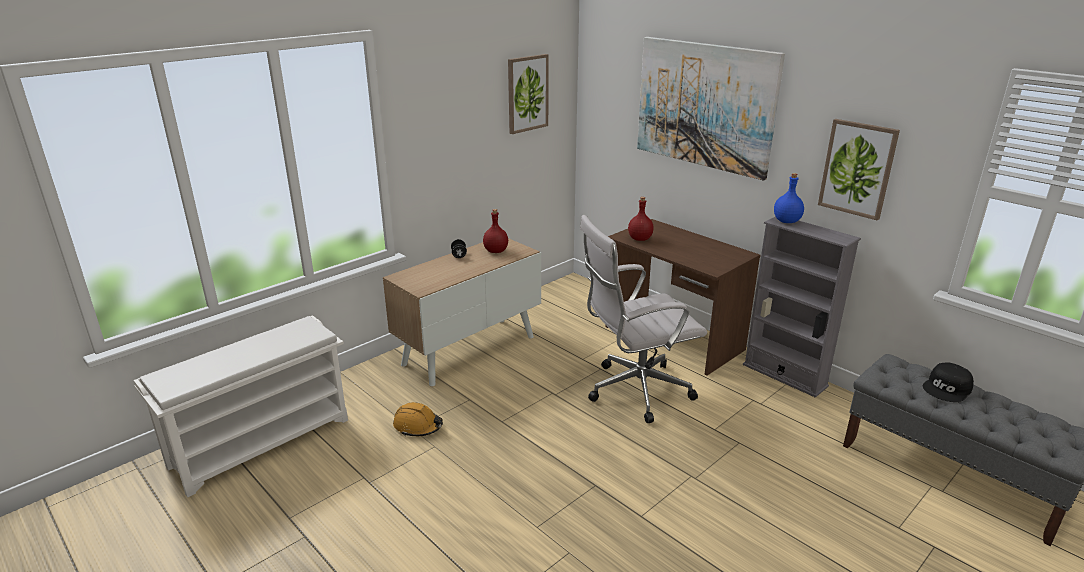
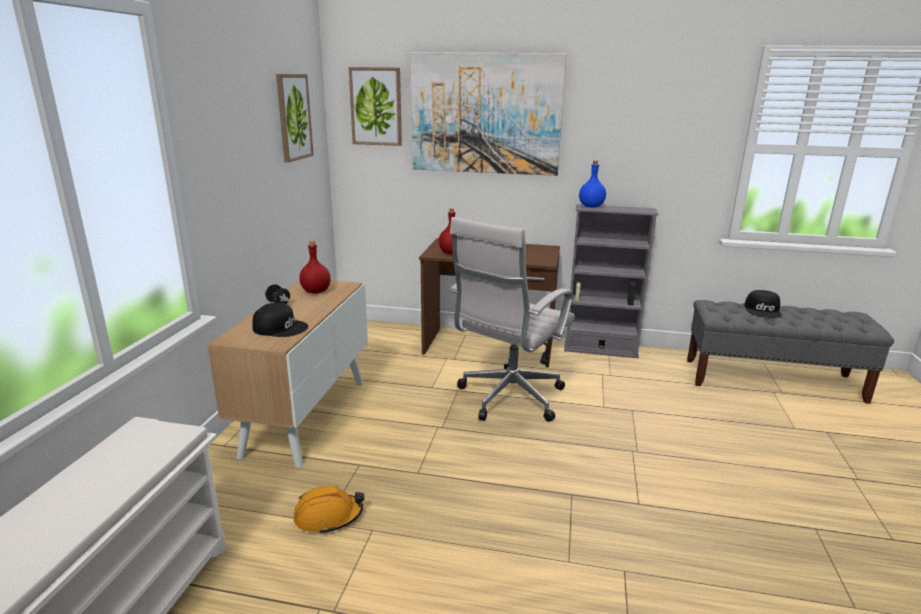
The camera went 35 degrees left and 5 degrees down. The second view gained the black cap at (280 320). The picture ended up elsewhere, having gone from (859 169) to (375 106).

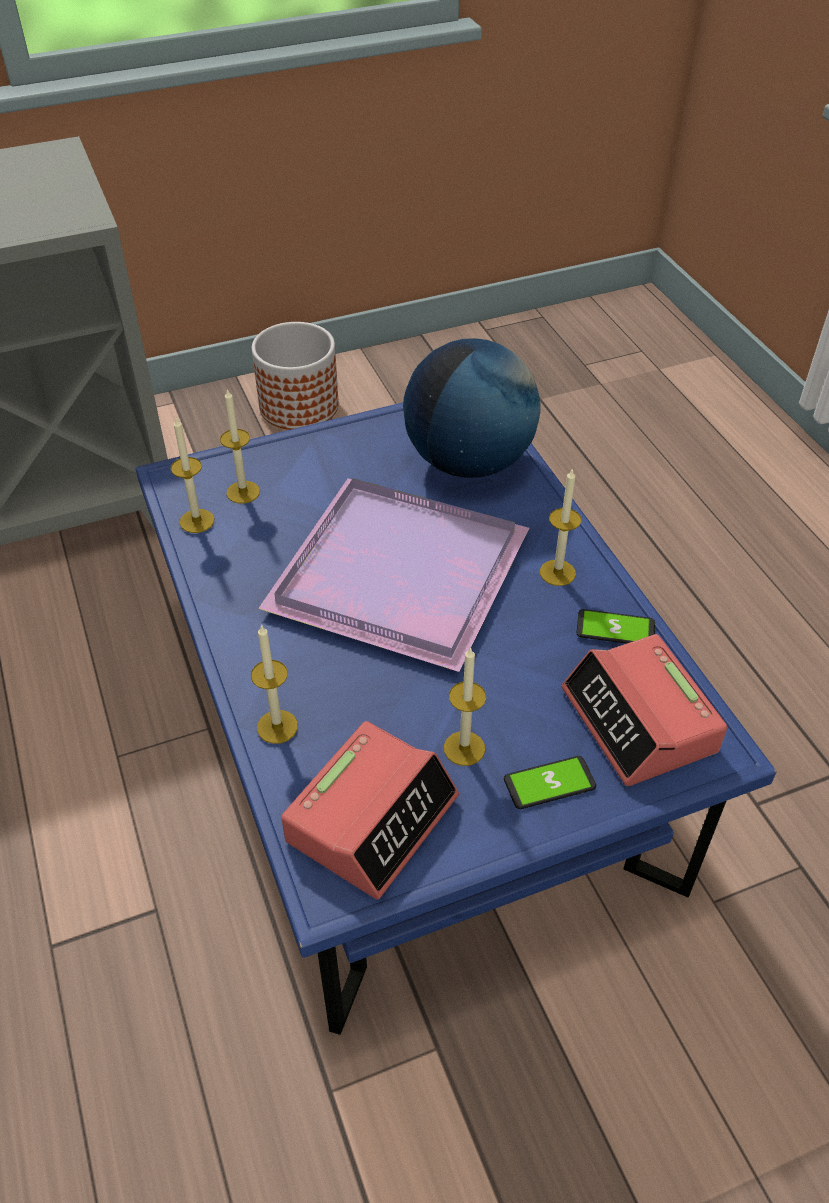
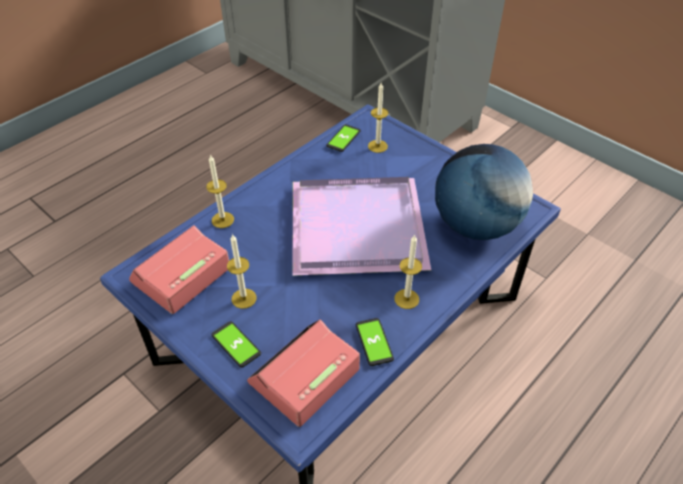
The camera went 65 degrees right and 0 degrees up. The second view lost the planter at (295 376). Where the candle stood at (193 475), the phone came to stand at (343 138). The alarm clock at (370 810) ended up facing another way, 120 degrees clockwise from before.

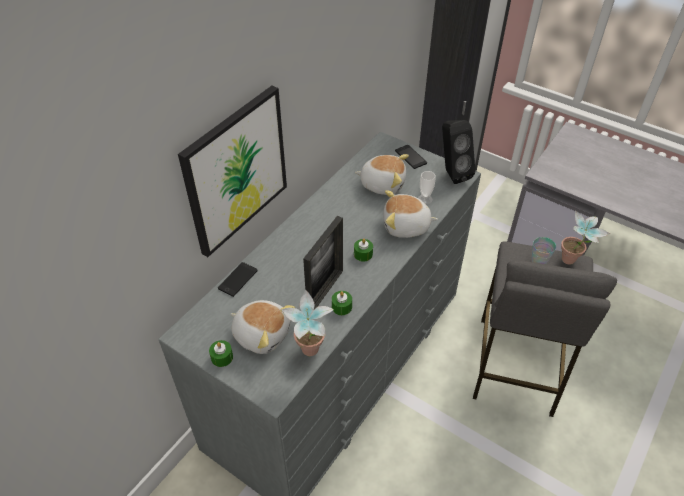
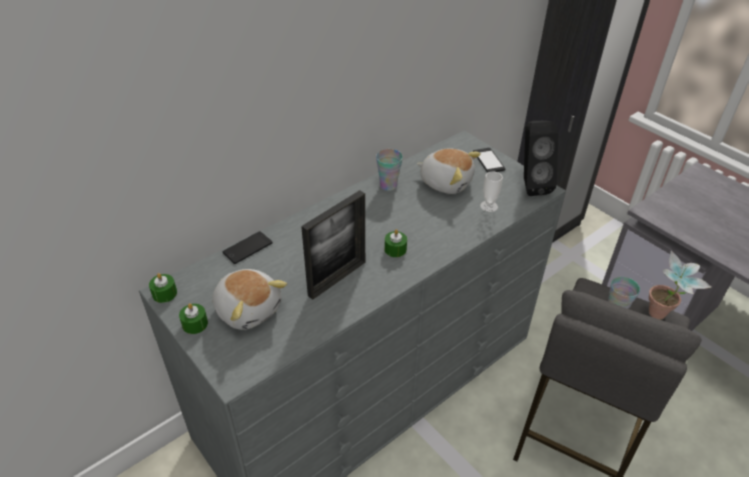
The camera went 15 degrees right and 5 degrees down. The second view lost the picture at (232 171). The second view lost the potted plant at (307 322). The second view lost the plush toy at (410 214). The second view gained the cup at (389 170). The green candle ended up elsewhere, having gone from (342 303) to (163 288).

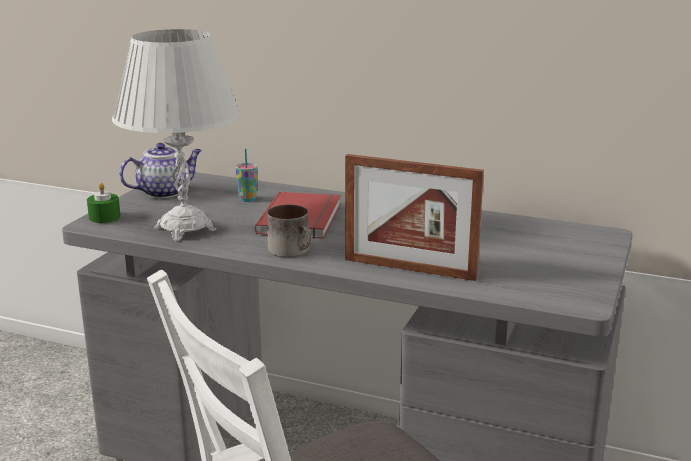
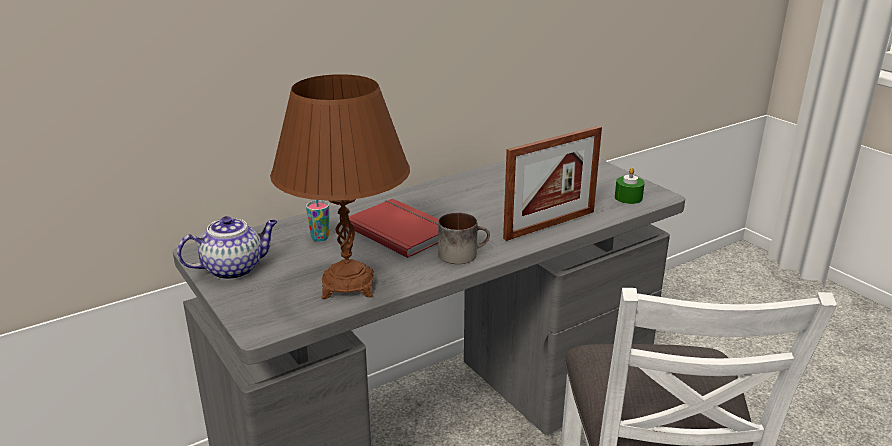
The camera went 55 degrees left and 5 degrees up. The green candle ended up elsewhere, having gone from (104 202) to (630 186). What was the white table lamp at (176 135) turned into the brown table lamp at (340 186). The teapot at (160 170) ended up facing another way, 60 degrees clockwise from before.

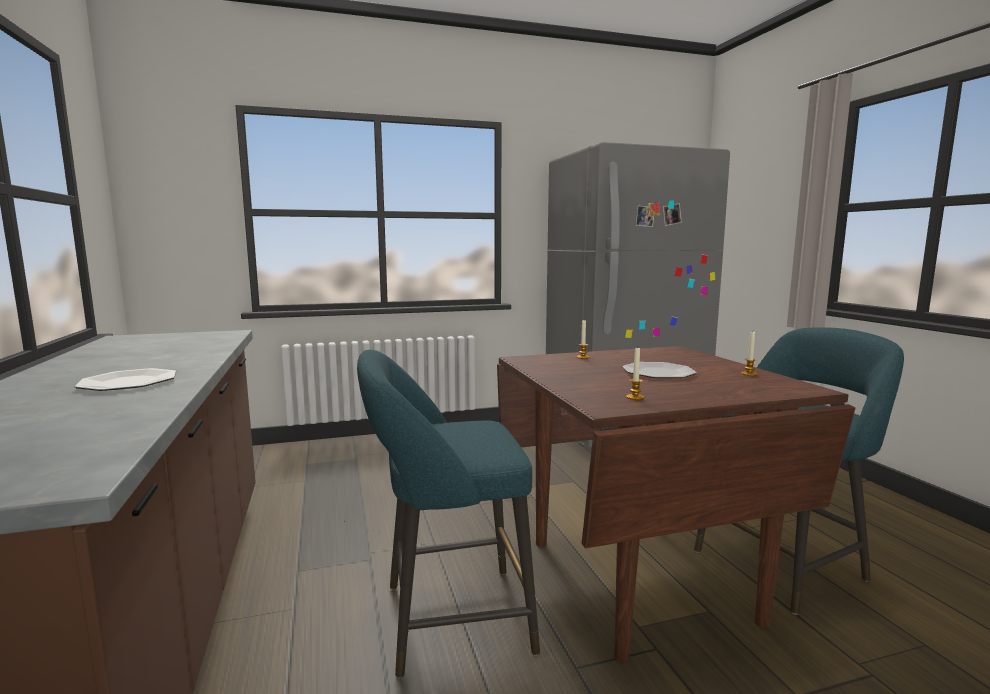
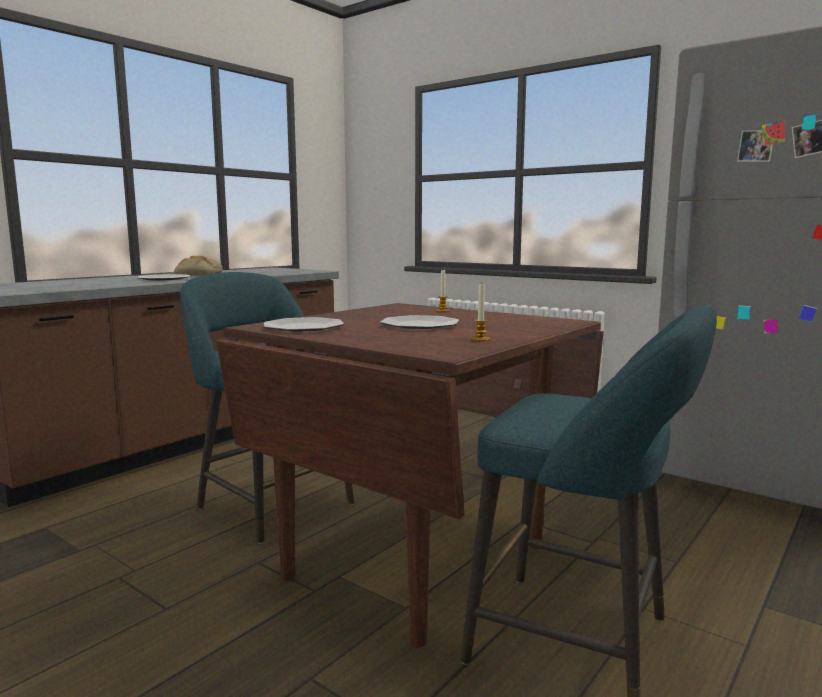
The camera went 55 degrees right and 0 degrees up. The second view gained the bread at (198 265). Where the candle stood at (635 373), the plate came to stand at (304 324).

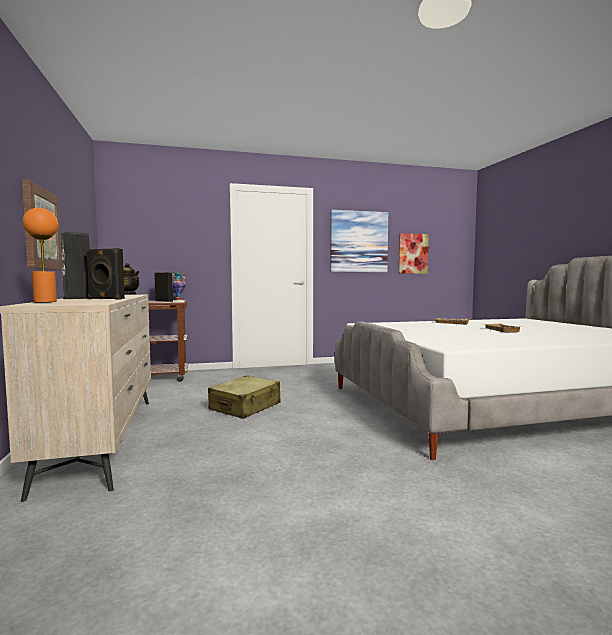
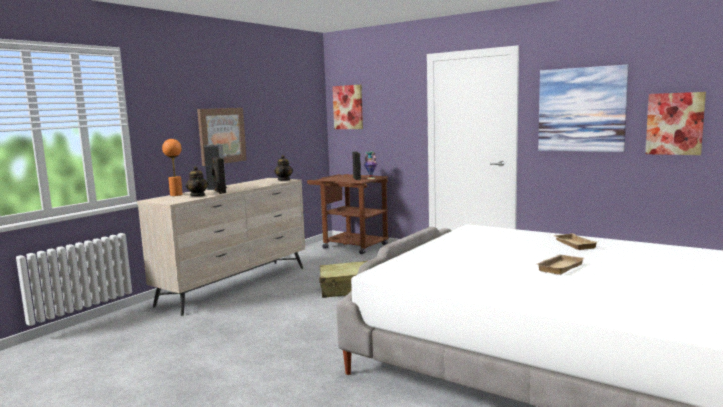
The camera went 50 degrees right and 5 degrees up. The second view gained the teapot at (197 181). The second view gained the picture at (347 107).

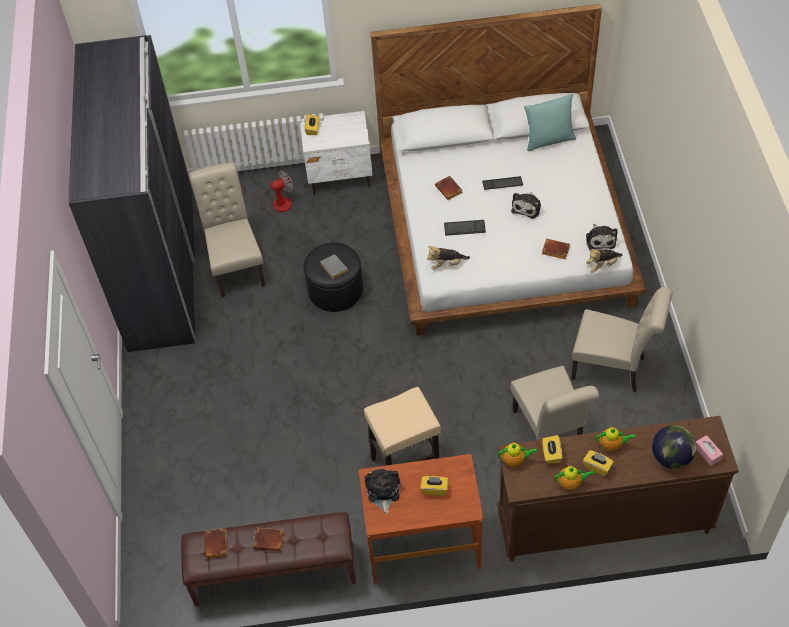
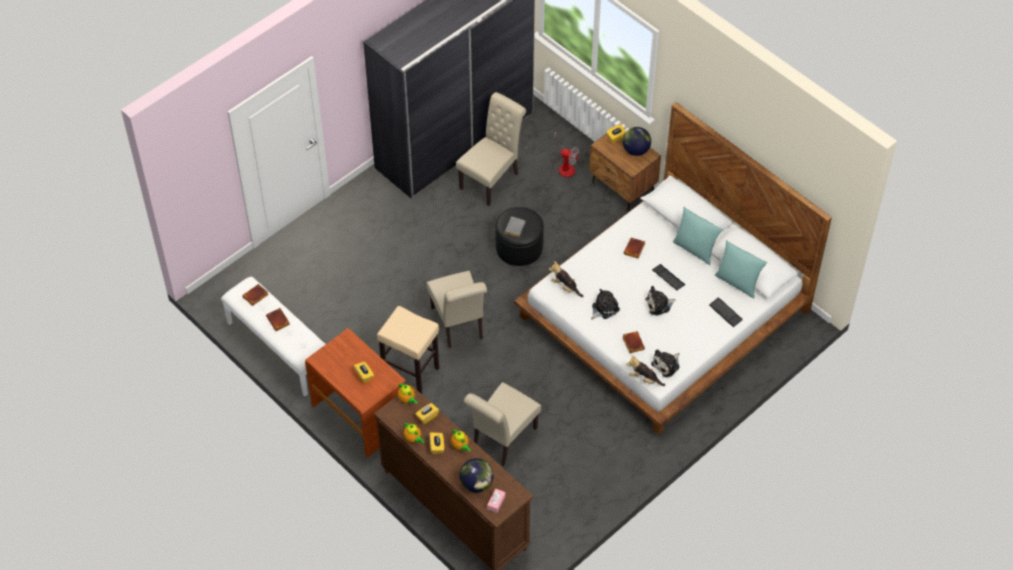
The camera went 50 degrees right and 0 degrees up. The second view gained the globe at (636 141). The second view gained the turquoise pillow at (698 236). The plush toy ended up elsewhere, having gone from (382 491) to (605 304). The keyboard ended up elsewhere, having gone from (465 228) to (726 312). The beige chair ended up elsewhere, having gone from (622 339) to (457 309). What was the brown bench at (268 559) turned into the white bench at (273 336). What was the white nightstand at (336 153) turned into the brown nightstand at (625 169).

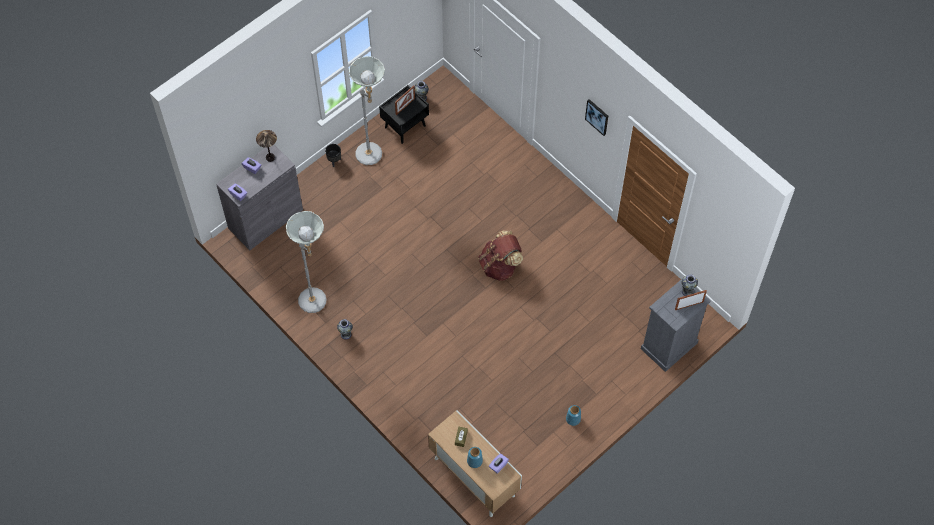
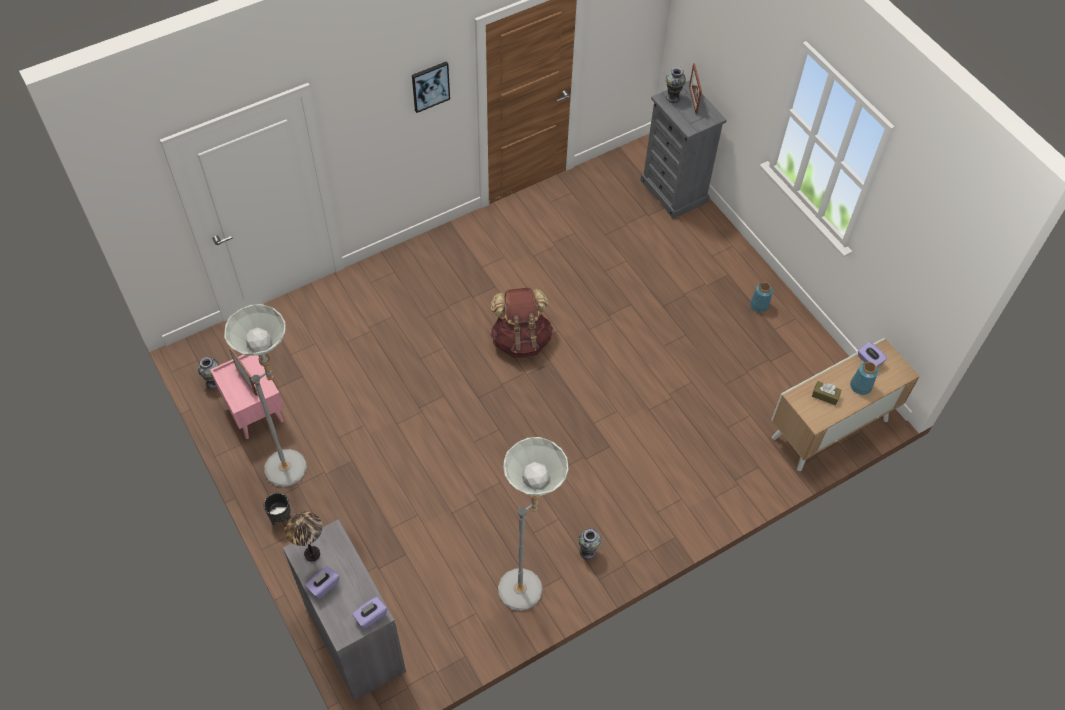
The camera went 80 degrees left and 5 degrees down. What was the black nightstand at (404 114) turned into the pink nightstand at (247 396).

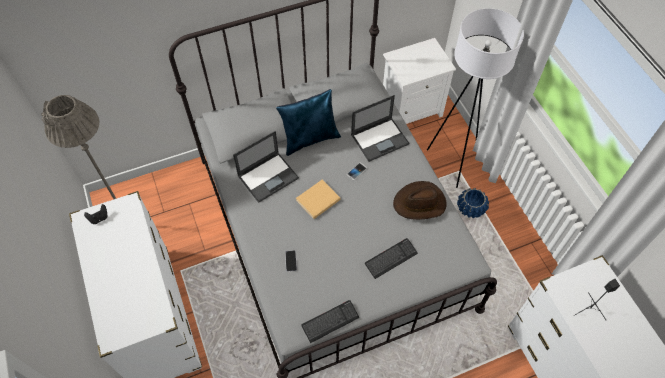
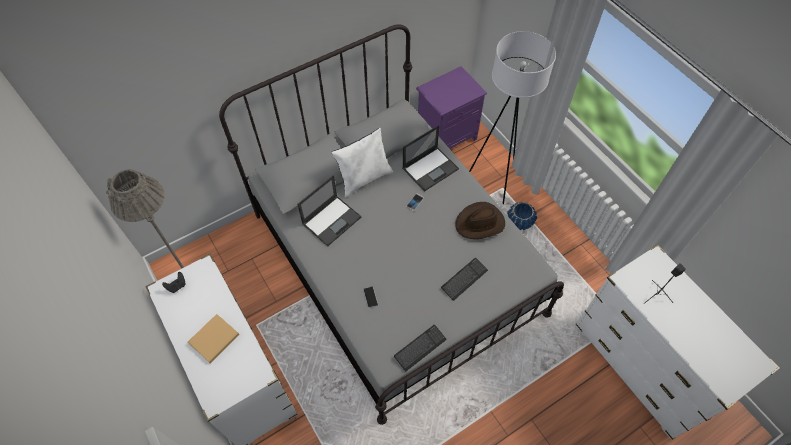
The camera went 10 degrees left and 0 degrees up. The beige book ended up elsewhere, having gone from (318 199) to (213 338). What was the blue pillow at (308 122) turned into the white pillow at (362 163). What was the white nightstand at (419 81) turned into the purple nightstand at (451 107).

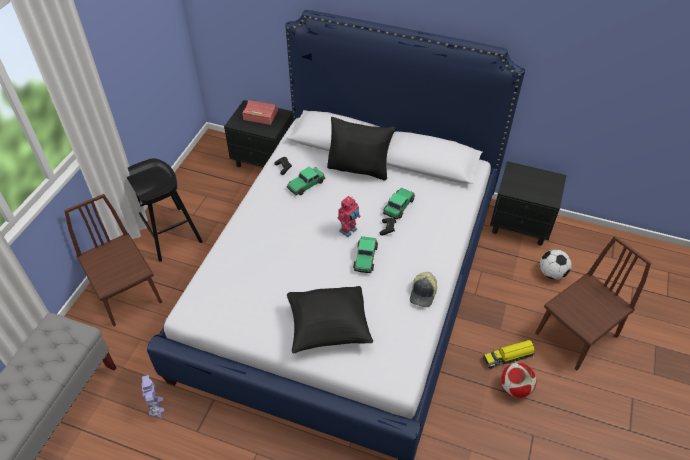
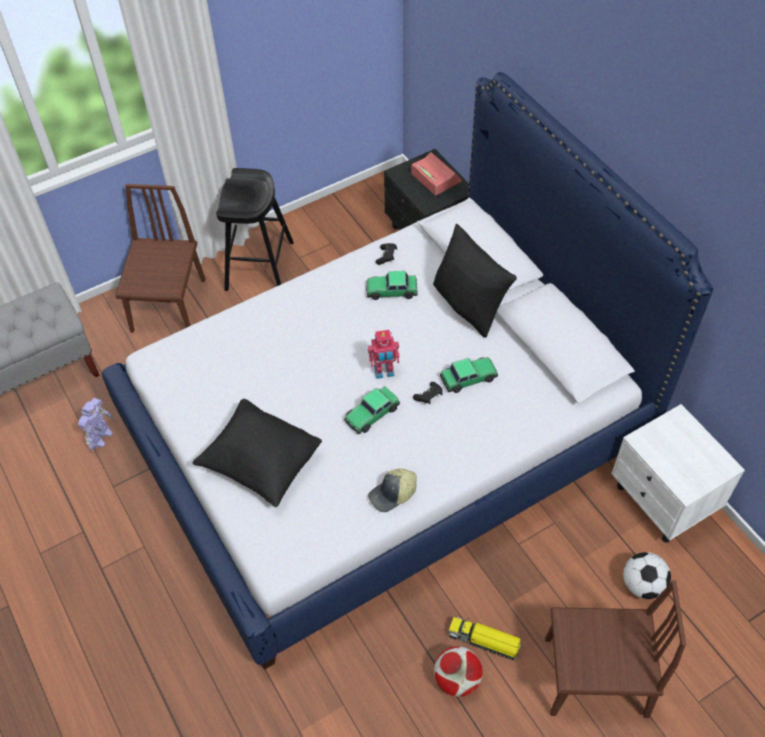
The camera went 40 degrees right and 5 degrees up. What was the black nightstand at (528 203) turned into the white nightstand at (678 473).

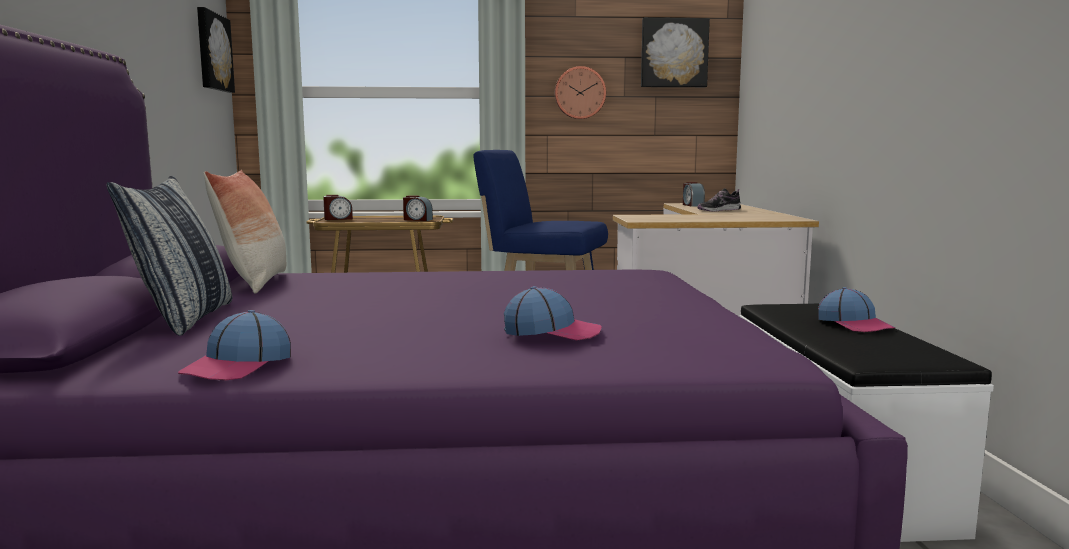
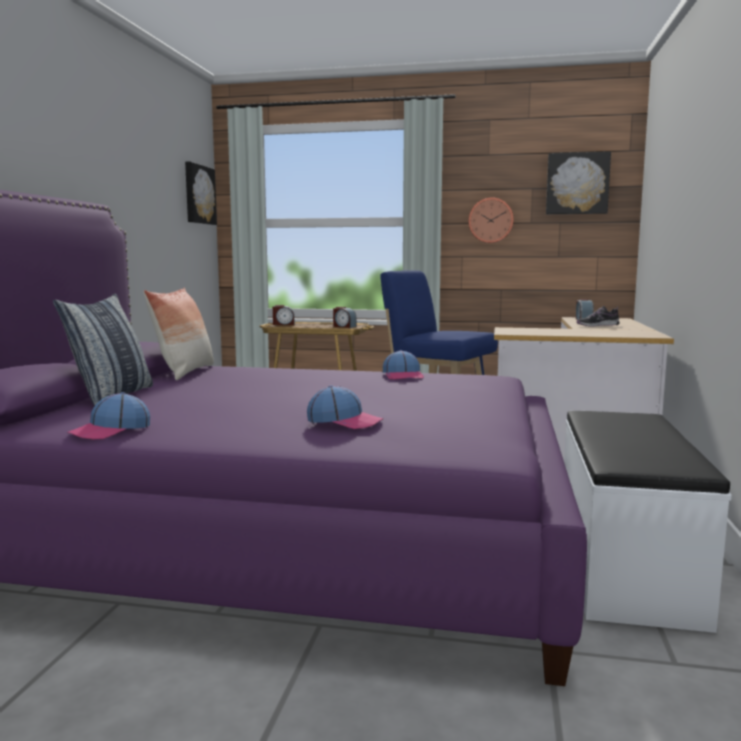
The camera went 15 degrees right and 0 degrees up. The cap ended up elsewhere, having gone from (856 309) to (403 365).

